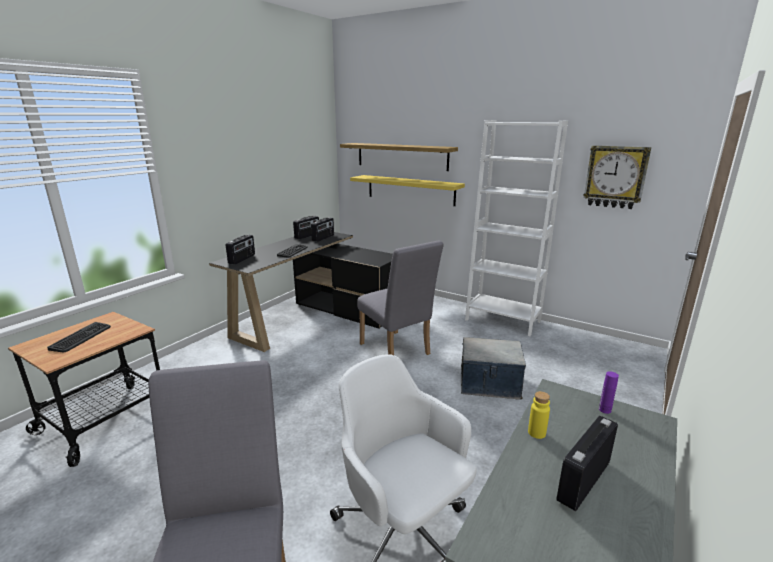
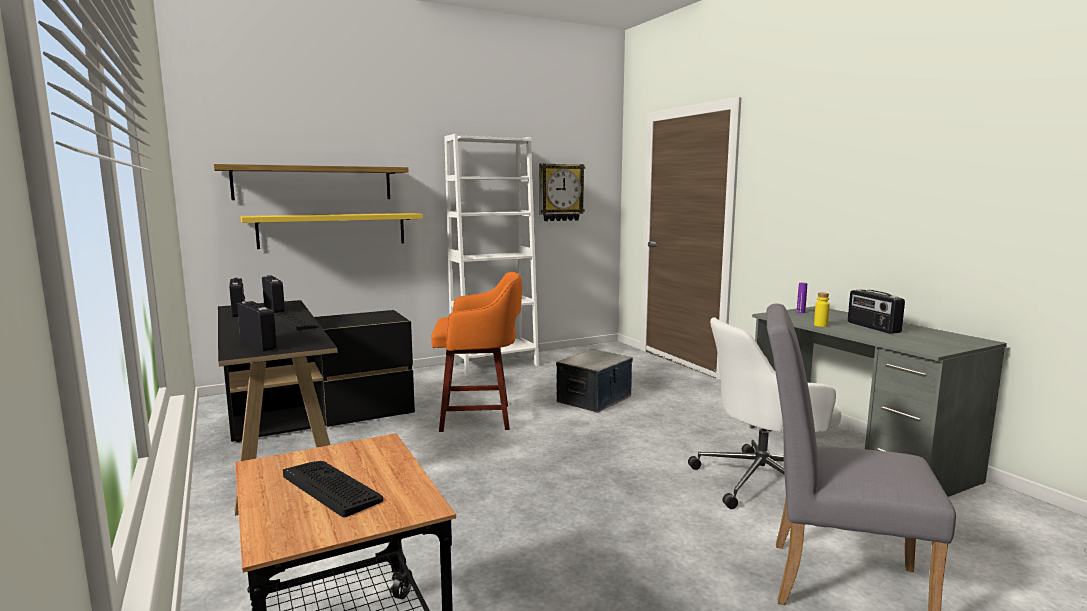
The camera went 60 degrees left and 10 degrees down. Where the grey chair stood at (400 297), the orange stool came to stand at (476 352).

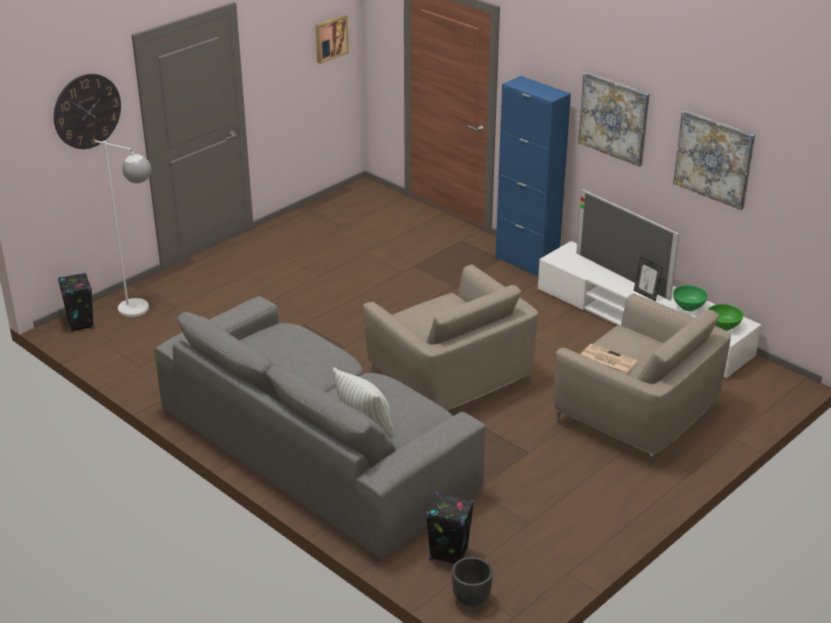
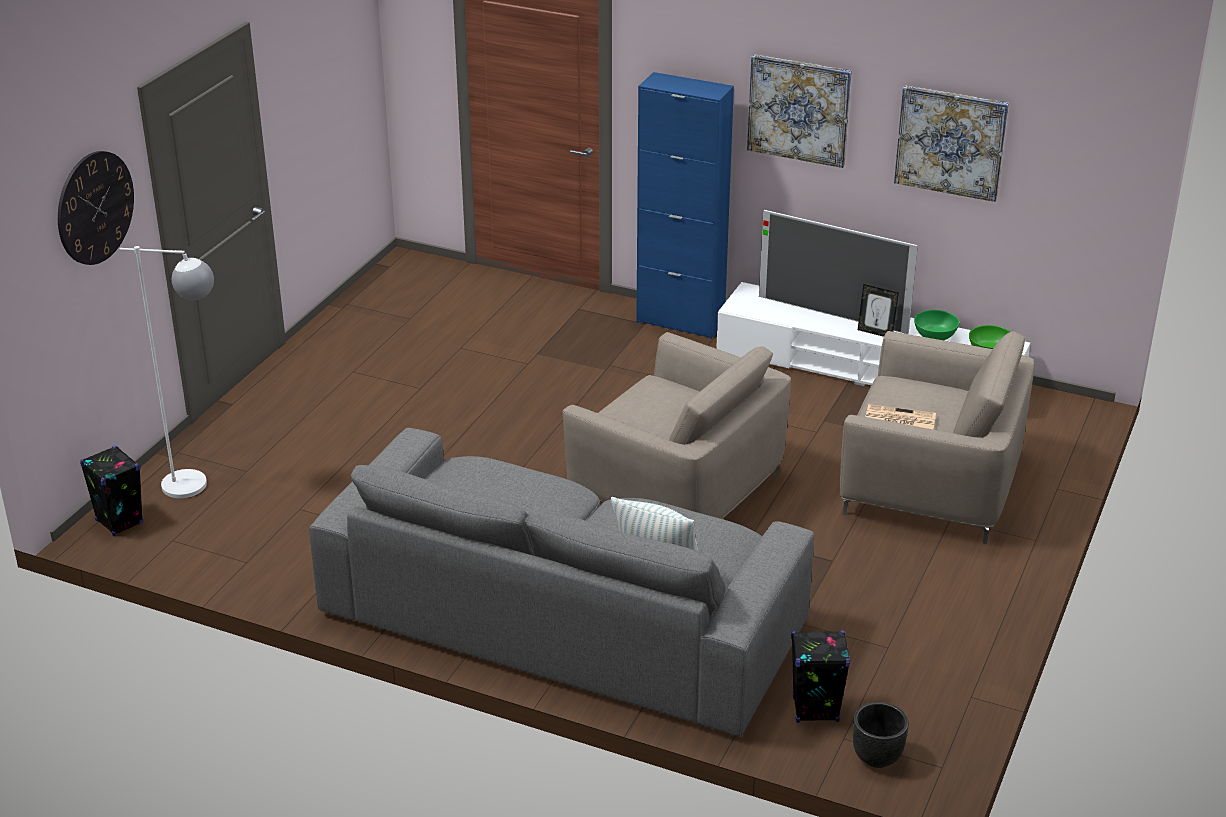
The camera went 20 degrees left and 0 degrees up. The second view lost the picture at (332 39).

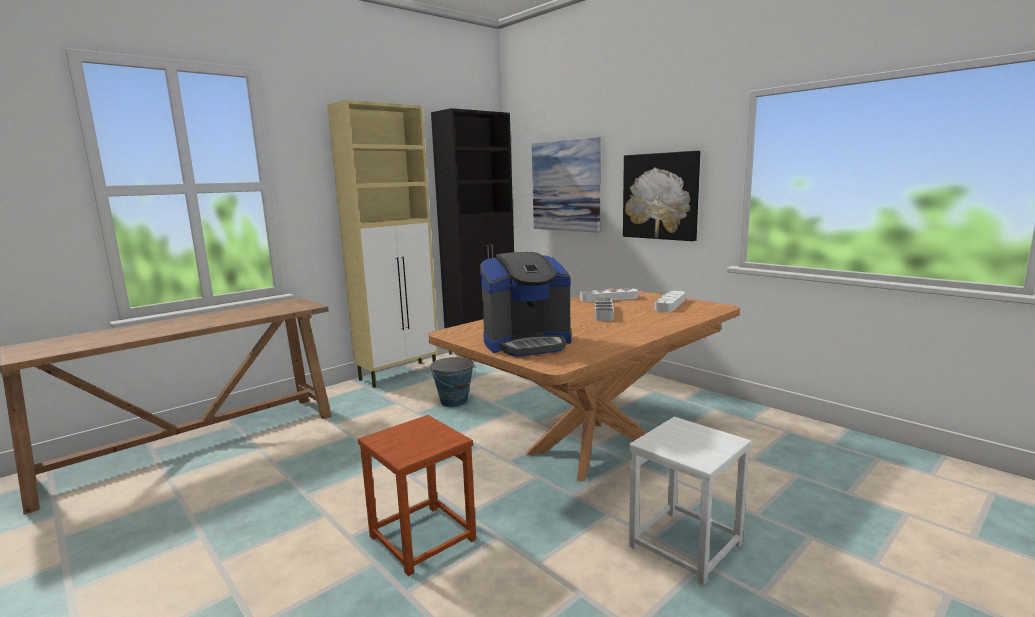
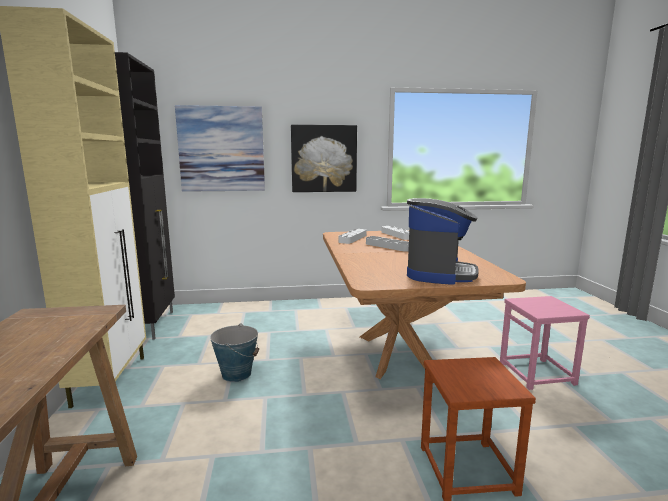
The camera went 55 degrees left and 0 degrees up. What was the white stool at (690 501) turned into the pink stool at (545 343).

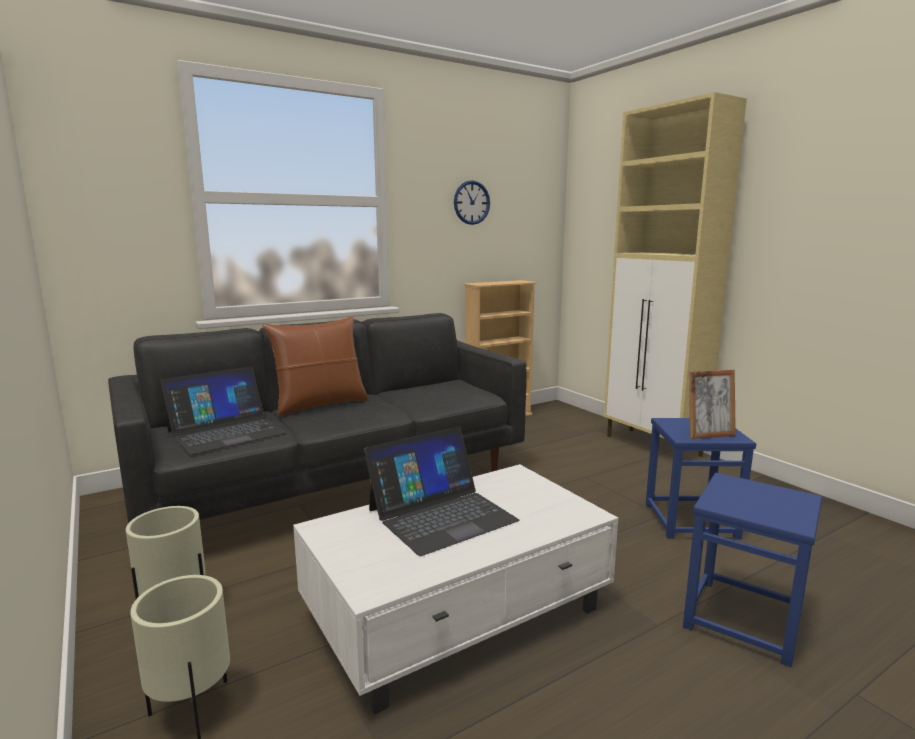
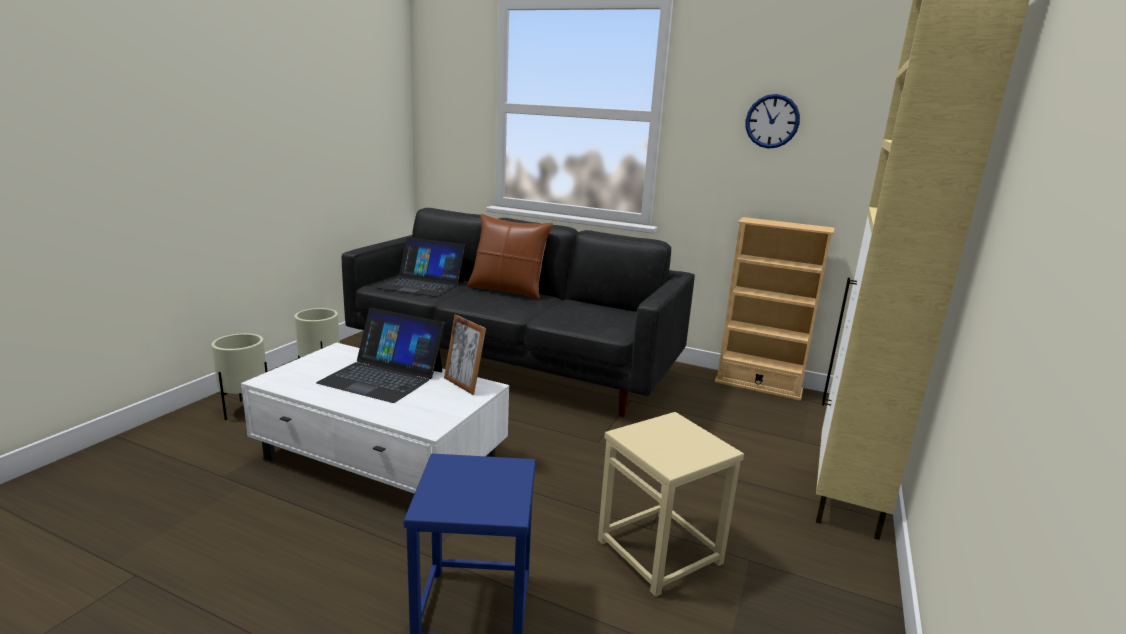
The camera went 55 degrees right and 5 degrees up. The picture frame ended up elsewhere, having gone from (712 404) to (465 355). What was the blue stool at (701 478) turned into the beige stool at (671 504).

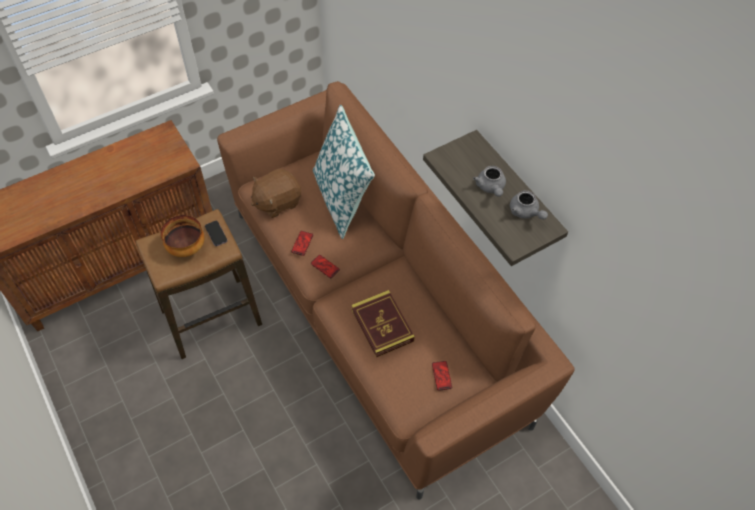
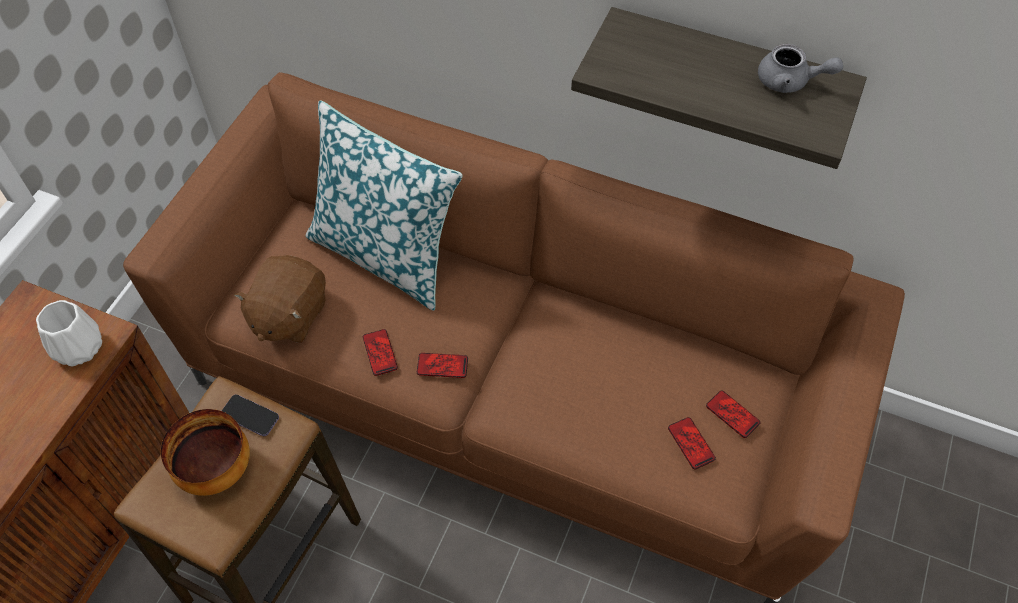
The camera went 35 degrees left and 0 degrees up. The second view lost the book at (383 323). The second view lost the grey teapot at (489 181). The second view gained the white vase at (69 333). The second view gained the phone at (692 443).

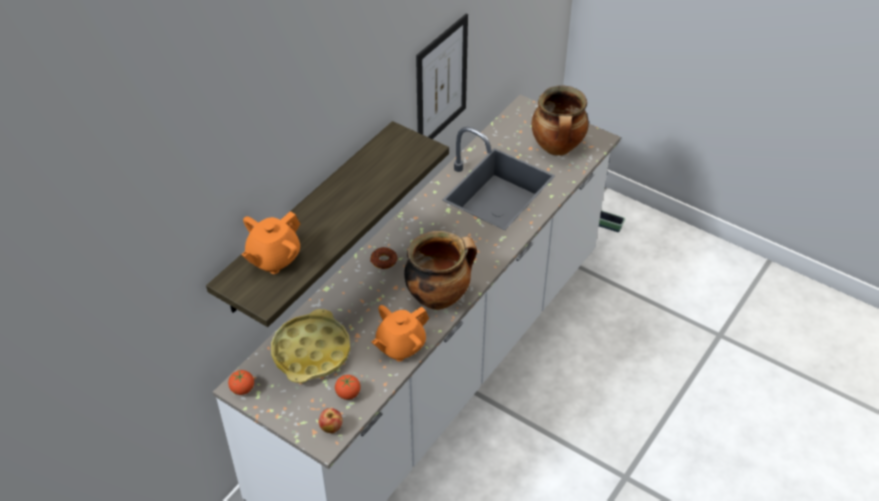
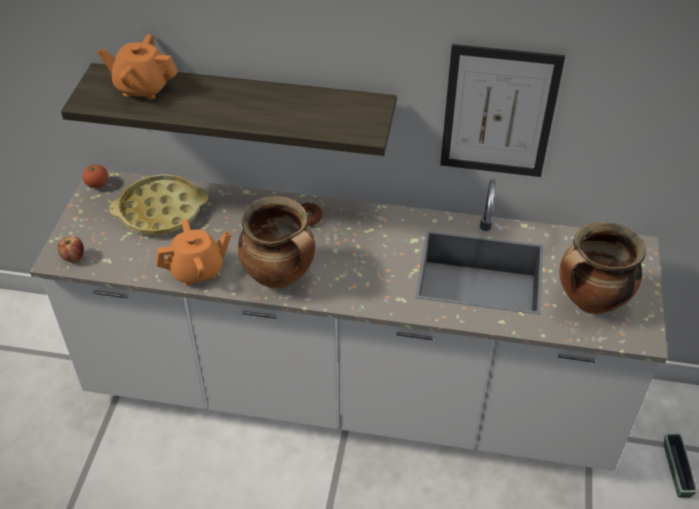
The camera went 65 degrees right and 0 degrees up. The second view lost the tomato at (348 387). The orange teapot at (400 333) ended up facing another way, 135 degrees clockwise from before.

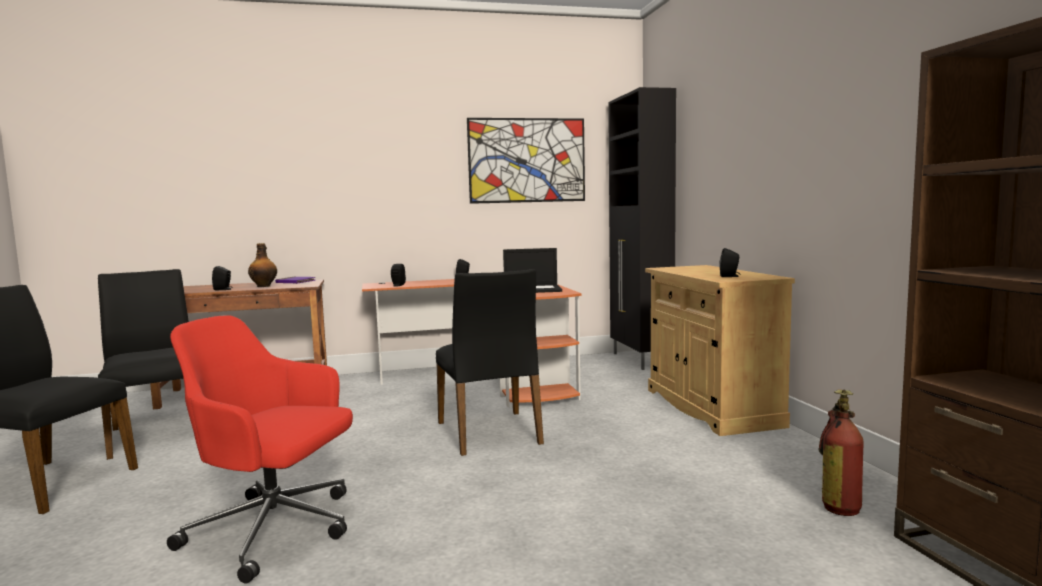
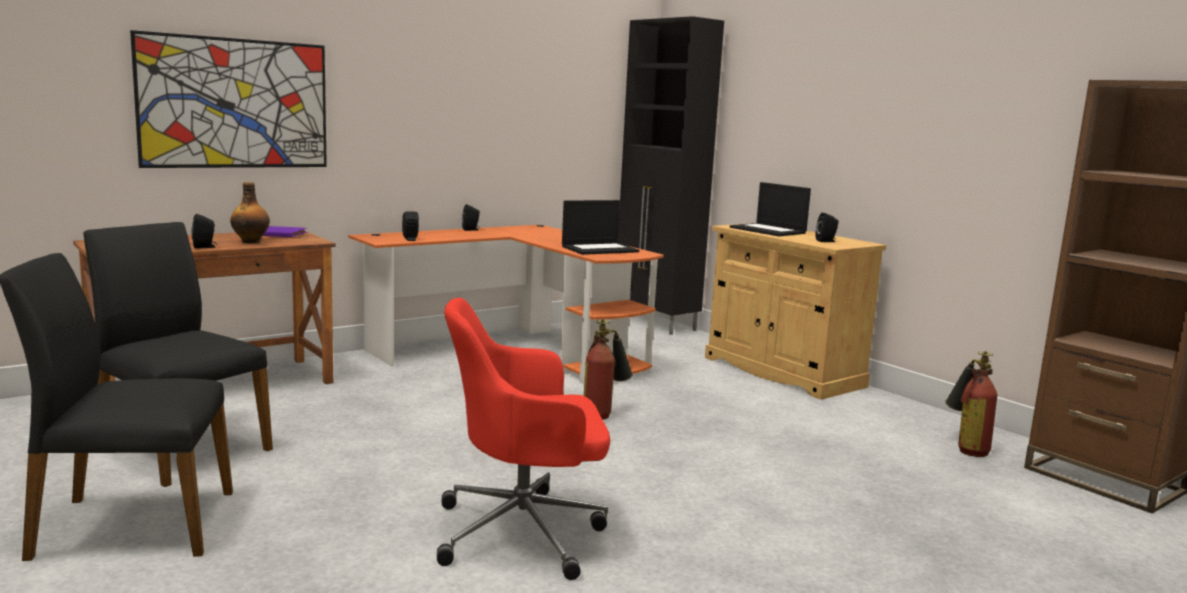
The camera went 25 degrees left and 5 degrees up. The second view gained the laptop at (770 209). The picture ended up elsewhere, having gone from (526 161) to (228 99). Where the black chair stood at (490 362), the fire extinguisher came to stand at (608 370).

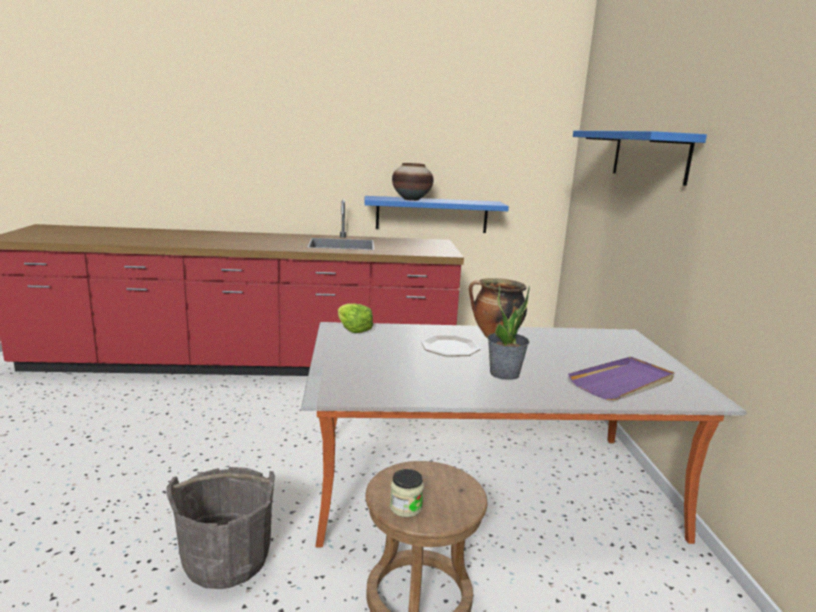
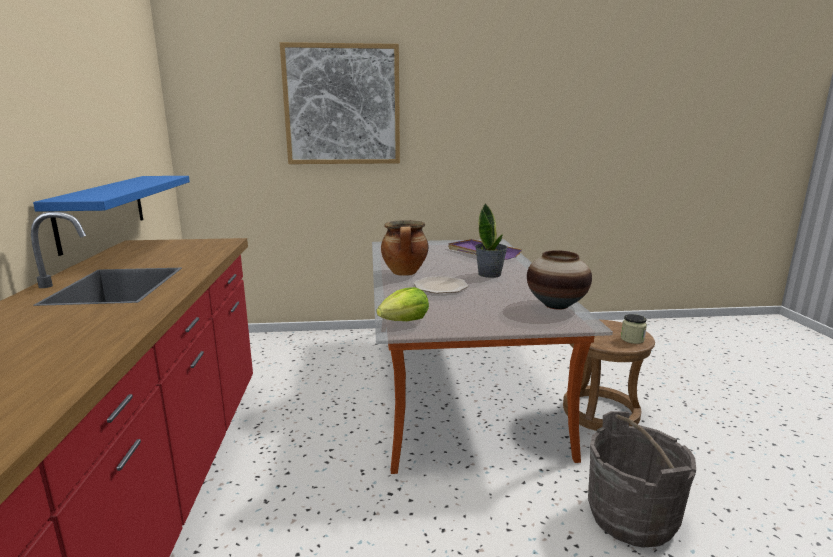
The camera went 90 degrees left and 0 degrees up. The vase ended up elsewhere, having gone from (412 182) to (559 280). Where the blue shelf hung at (640 158), the picture came to hang at (340 103).

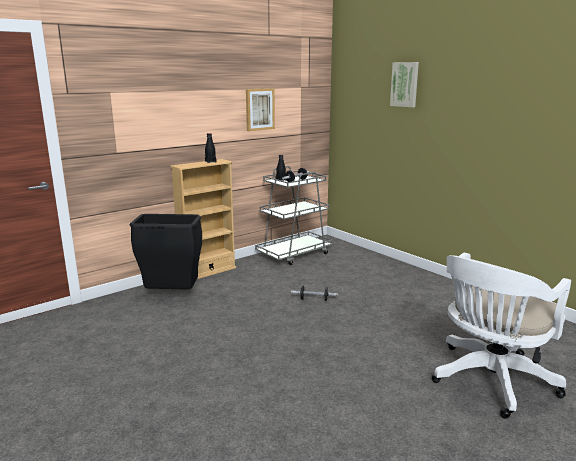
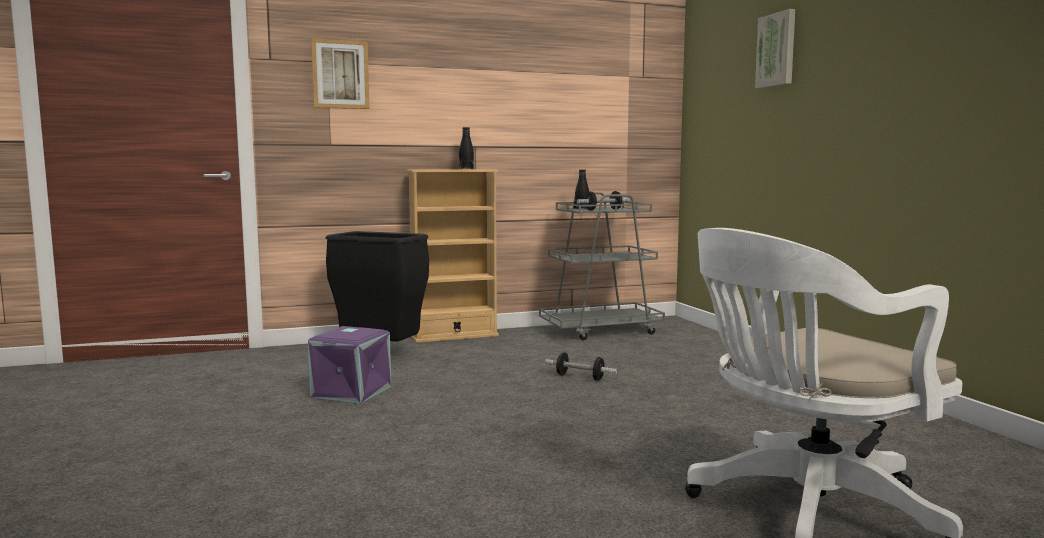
The camera went 20 degrees right and 10 degrees down. The second view gained the purple storage box at (349 365). The picture ended up elsewhere, having gone from (260 109) to (340 73).

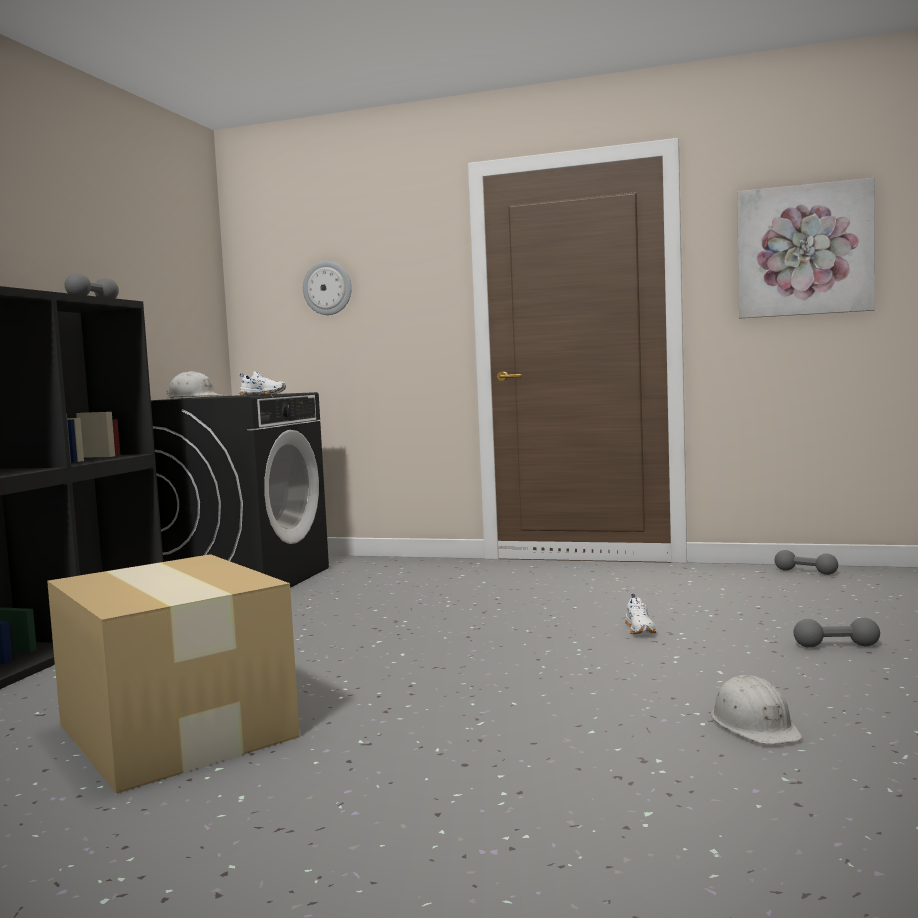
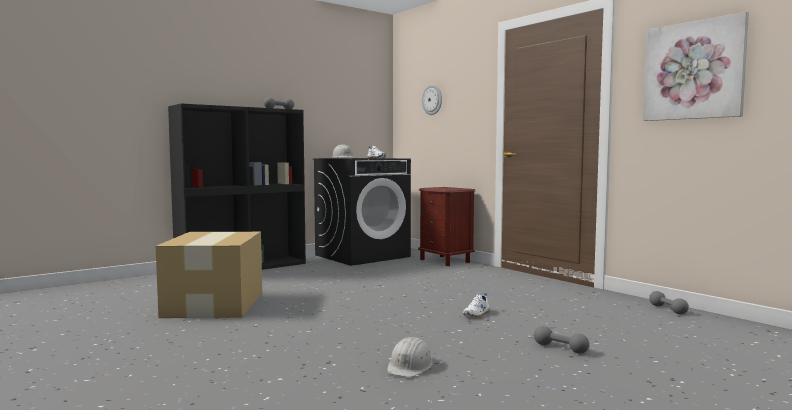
The camera went 35 degrees right and 0 degrees up. The second view gained the brown nightstand at (446 226).

